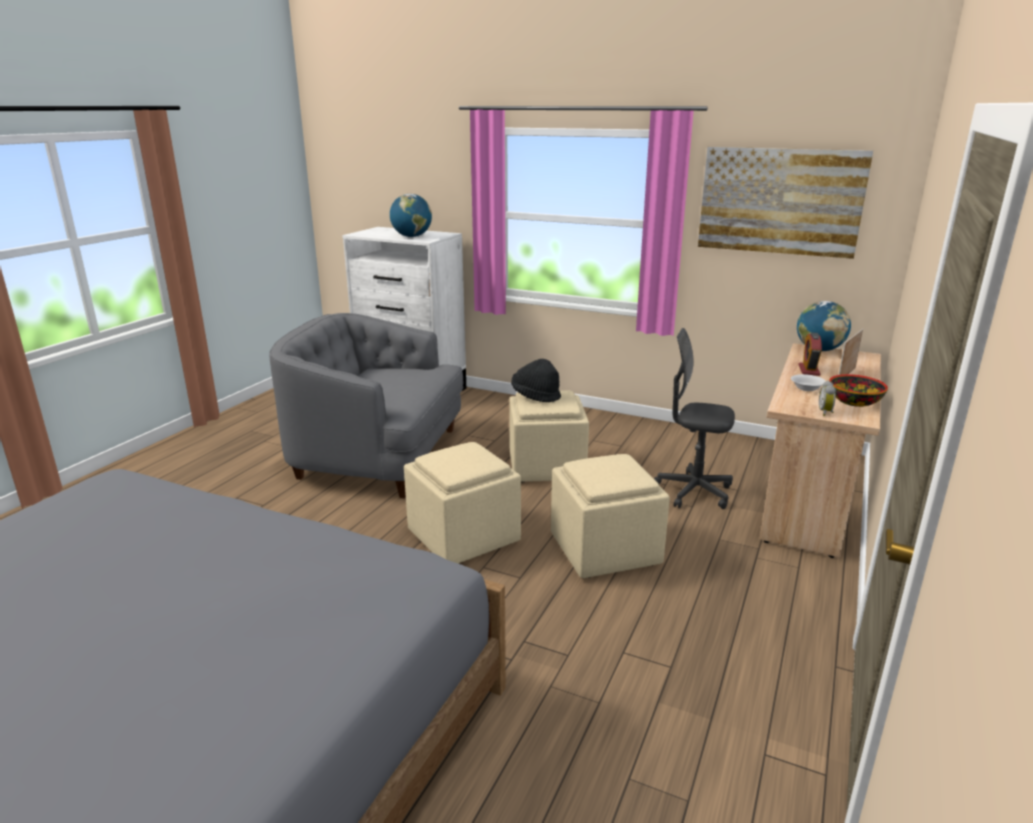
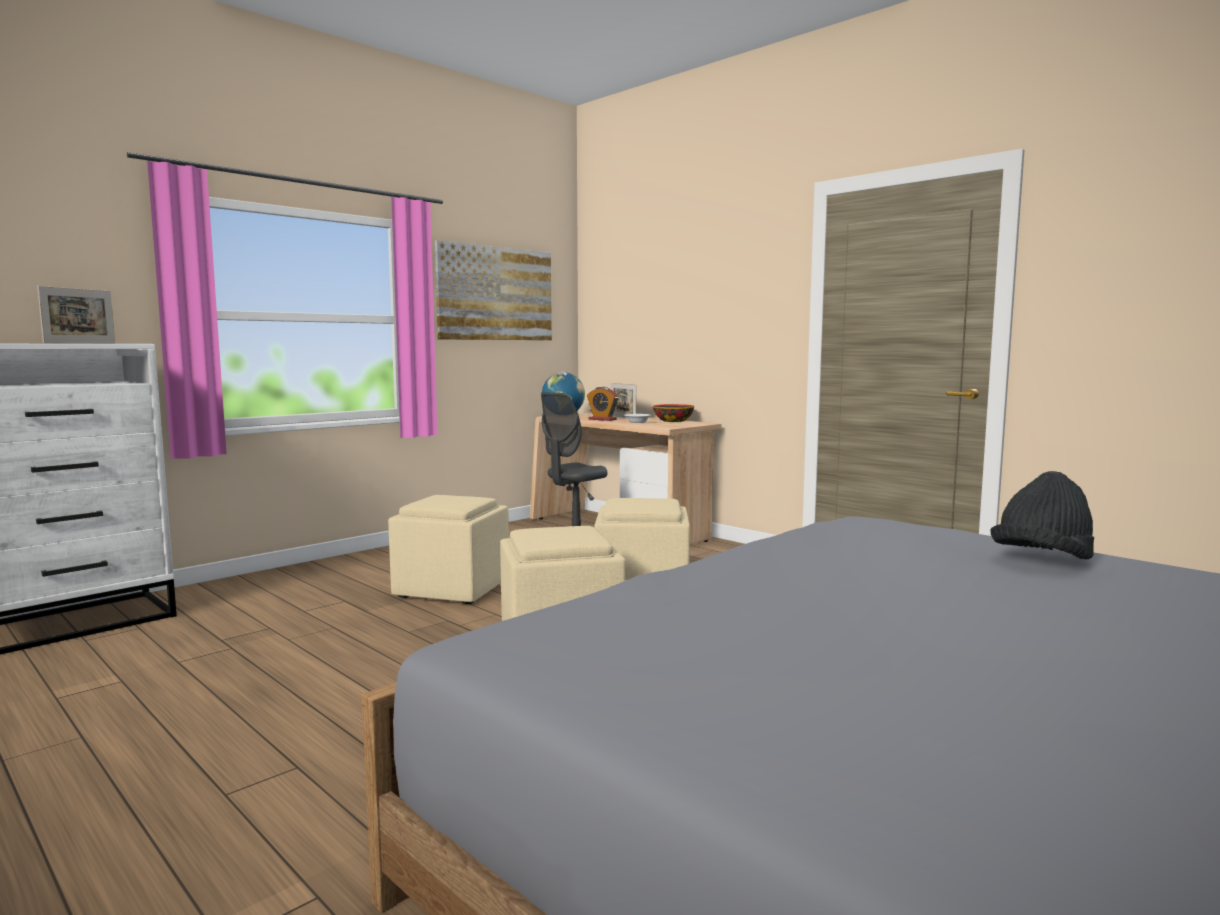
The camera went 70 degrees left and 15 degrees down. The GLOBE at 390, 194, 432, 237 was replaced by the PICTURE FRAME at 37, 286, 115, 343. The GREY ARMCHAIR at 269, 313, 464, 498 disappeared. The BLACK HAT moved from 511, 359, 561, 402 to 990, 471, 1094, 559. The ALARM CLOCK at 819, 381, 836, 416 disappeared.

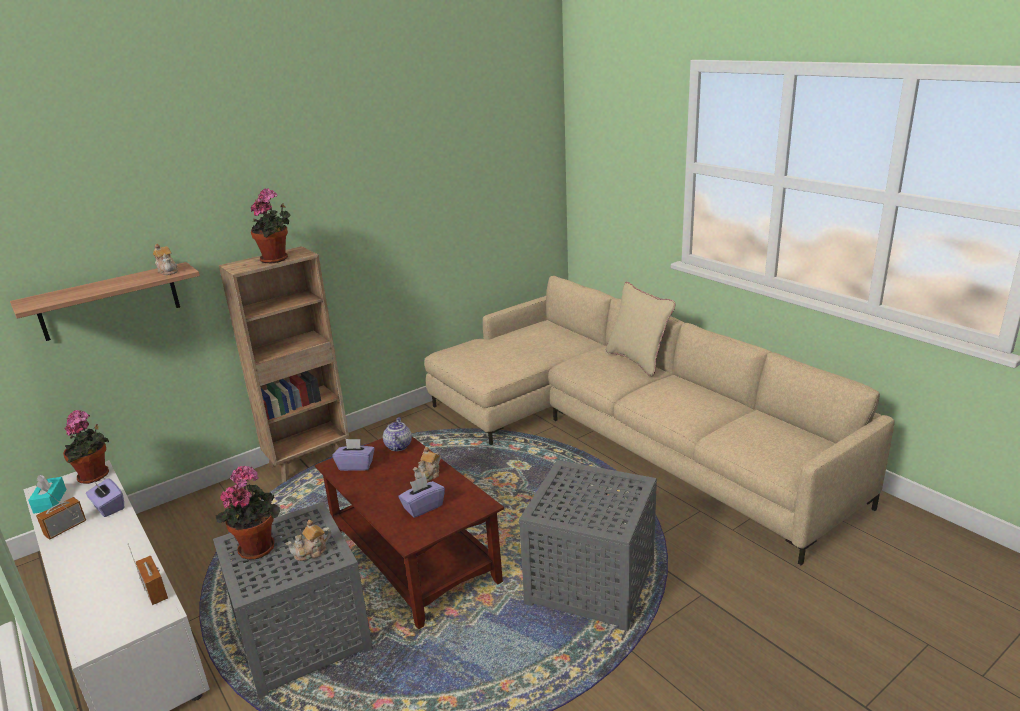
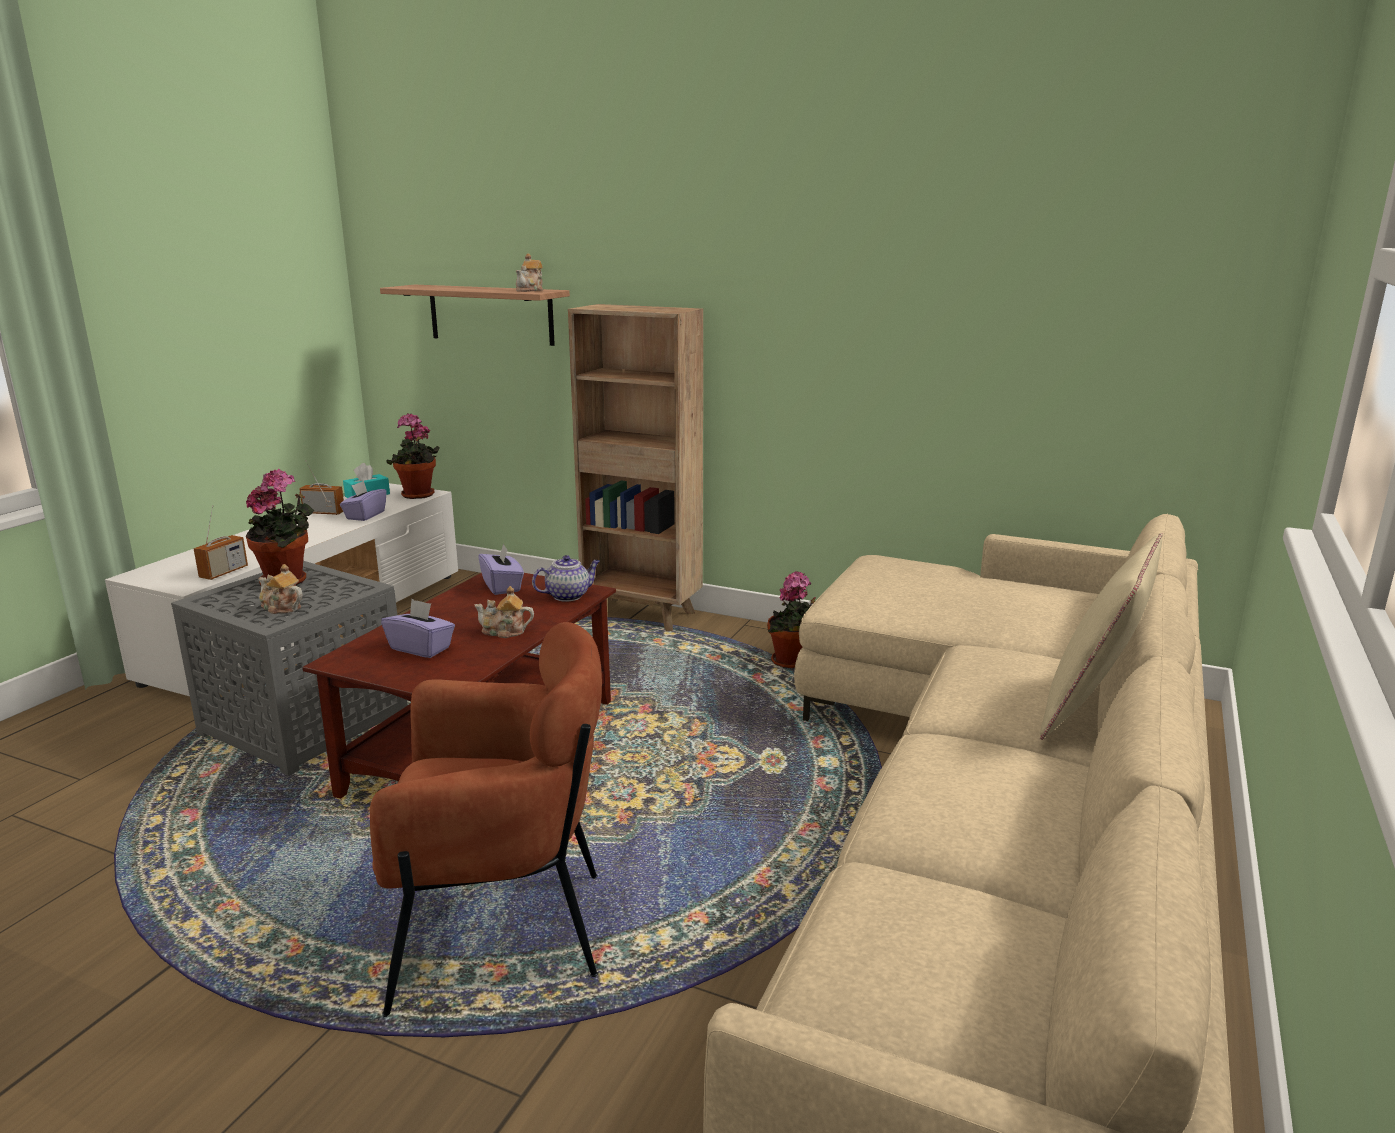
The camera went 60 degrees right and 5 degrees down. The POTTED PLANT moved from 251, 188, 291, 263 to 767, 571, 816, 668. The GREY SIDE TABLE at 519, 460, 657, 631 was replaced by the BROWN ARMCHAIR at 370, 622, 602, 1017.

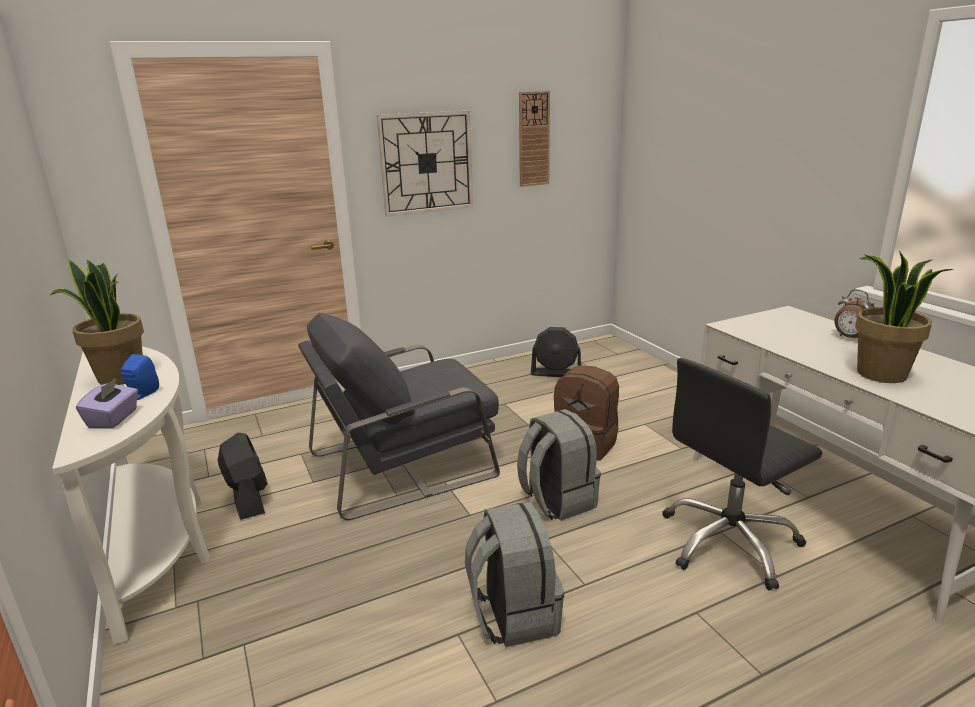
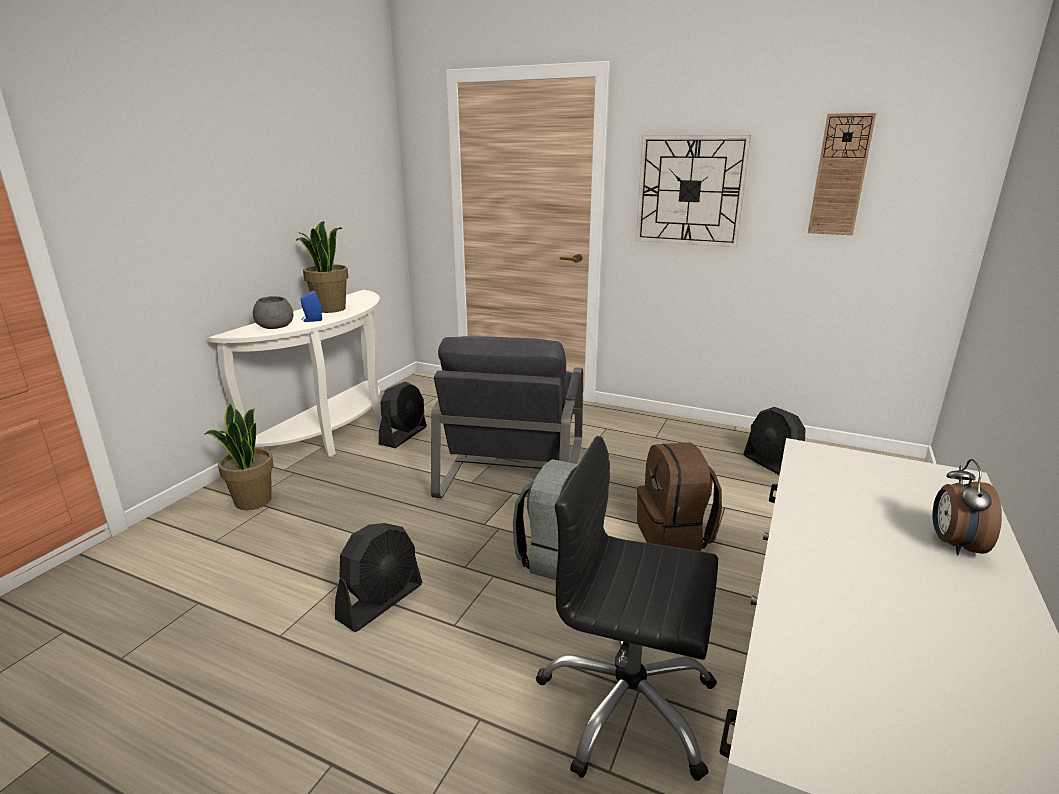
The camera went 50 degrees right and 0 degrees up. The POTTED PLANT moved from 855, 251, 954, 383 to 204, 403, 274, 510. The GREY ARMCHAIR at 298, 313, 500, 520 turned 105 degrees counterclockwise. The PURPLE TISSUE BOX at 76, 377, 138, 429 was replaced by the GREY BOWL at 253, 296, 293, 329. The GREY BACKPACK at 465, 502, 564, 647 was replaced by the BLACK FAN at 335, 523, 422, 632.

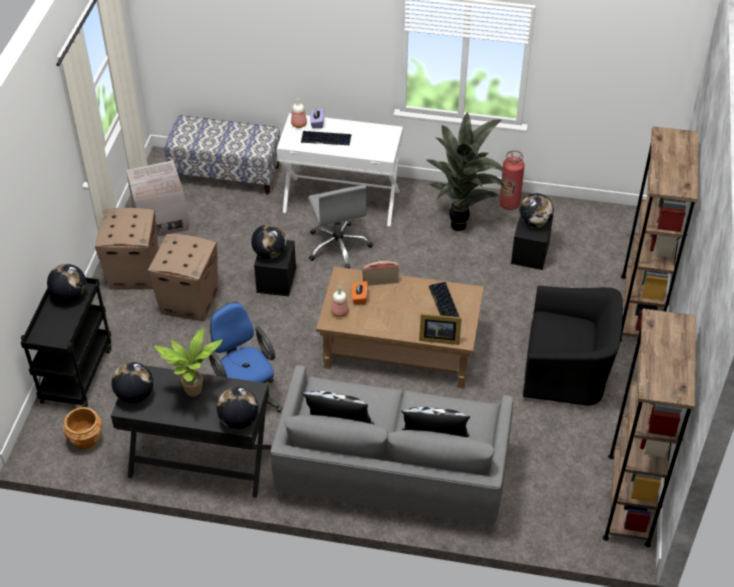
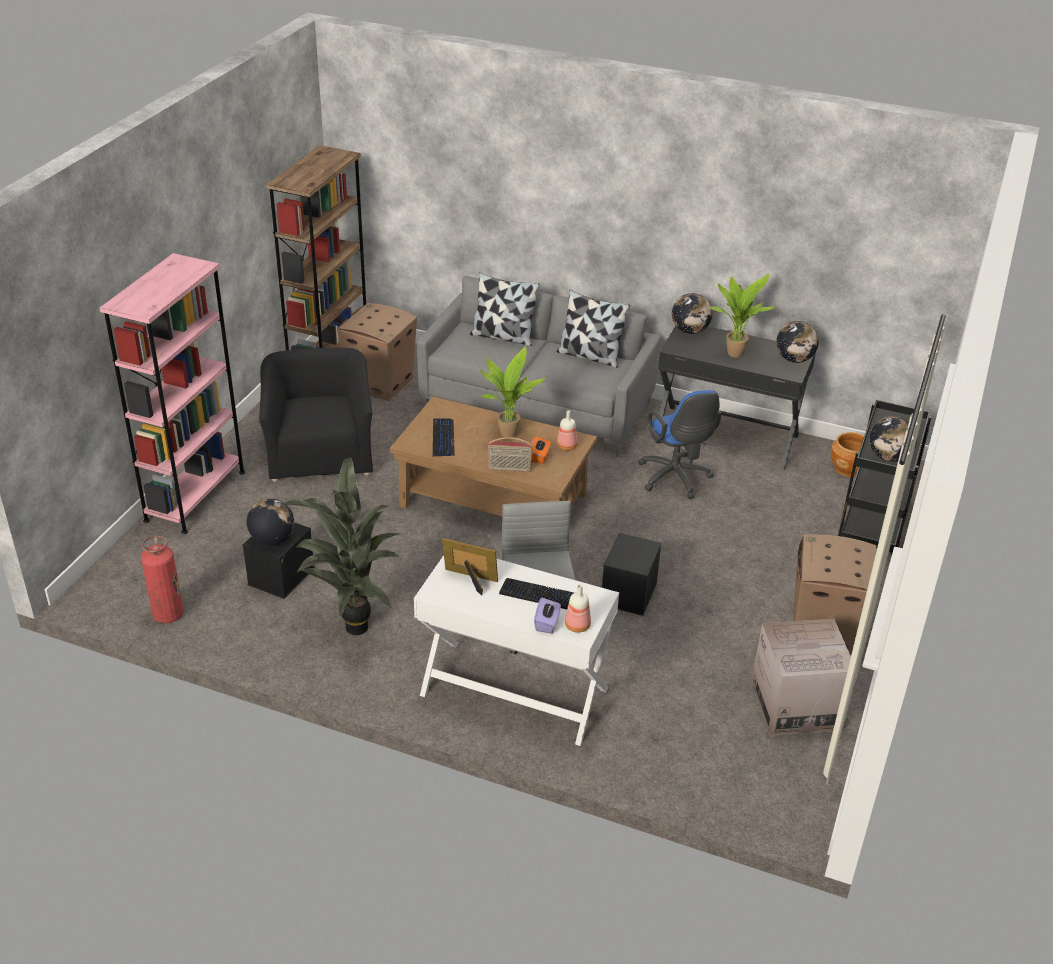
The camera went 170 degrees left and 10 degrees down. The BENCH at 164, 115, 280, 195 disappeared. The BROWN BOOKCASE at 620, 126, 698, 342 became the PINK BOOKCASE at 100, 253, 245, 534. The FIRE EXTINGUISHER moved from 499, 150, 525, 210 to 141, 536, 184, 623. The GLOBE at 251, 224, 286, 259 disappeared. The CARDBOARD BOX moved from 147, 234, 218, 322 to 337, 303, 417, 401. The BLACK ARMCHAIR at 523, 286, 623, 408 turned 60 degrees clockwise. The PICTURE FRAME moved from 419, 314, 462, 345 to 442, 538, 498, 595. The POTTED PLANT at 480, 347, 546, 437 appeared.

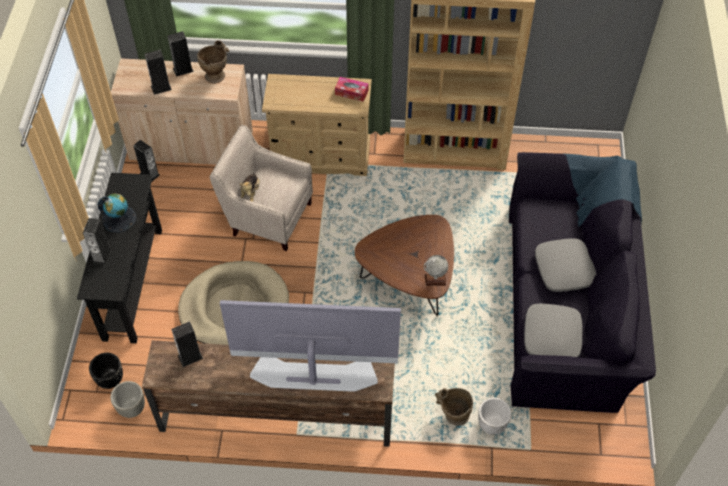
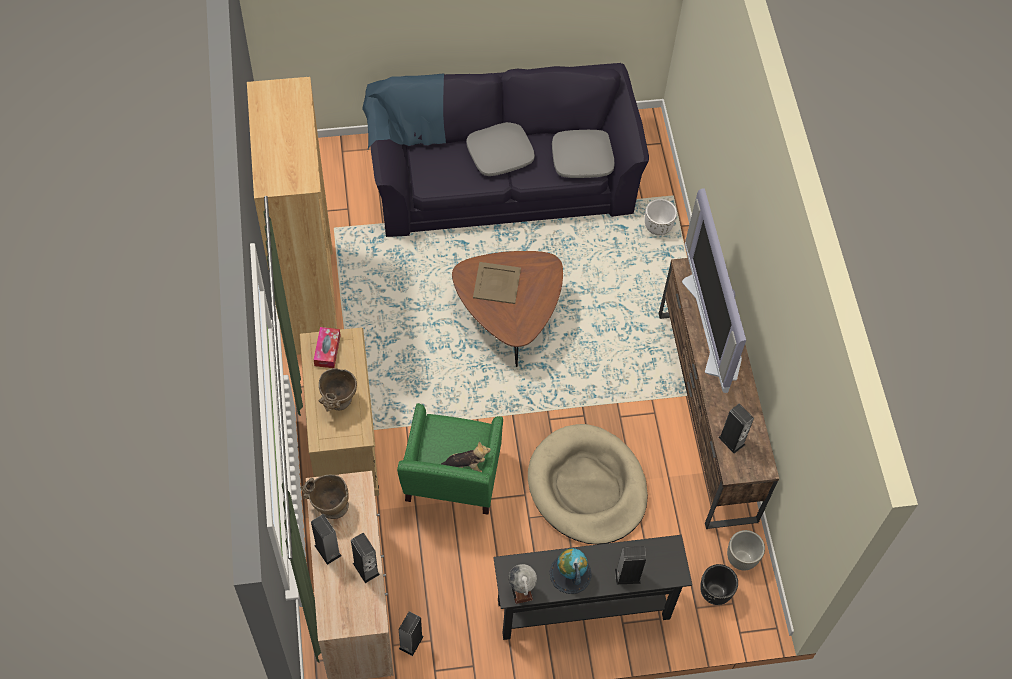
The camera went 105 degrees left and 5 degrees up. The BEIGE ARMCHAIR at 210, 125, 313, 251 became the GREEN ARMCHAIR at 397, 403, 503, 515. The GLOBE moved from 424, 255, 448, 286 to 508, 564, 537, 604. The BEIGE VASE moved from 435, 388, 473, 426 to 318, 368, 357, 412. The BEIGE TRAY at 473, 262, 521, 304 appeared.

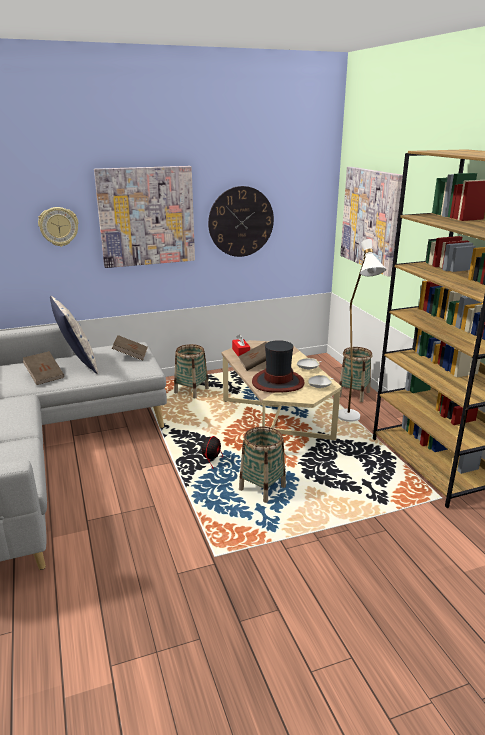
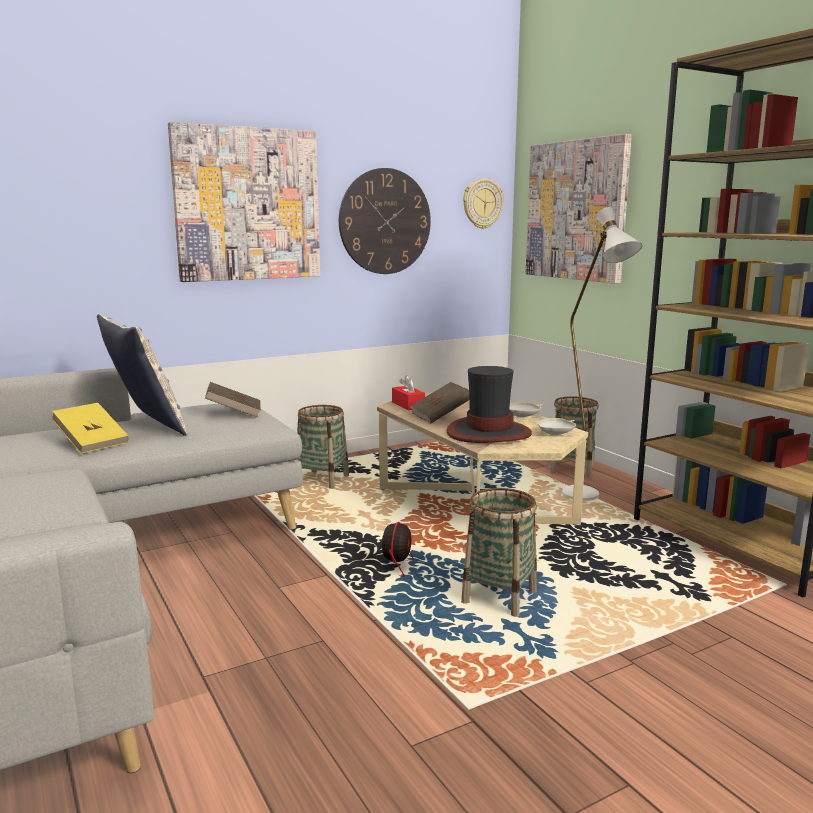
The camera went 10 degrees left and 10 degrees down. The WALL CLOCK moved from 38, 207, 79, 247 to 463, 179, 504, 229. The BROWN BOOK at 23, 351, 64, 385 became the YELLOW BOOK at 51, 403, 129, 454.

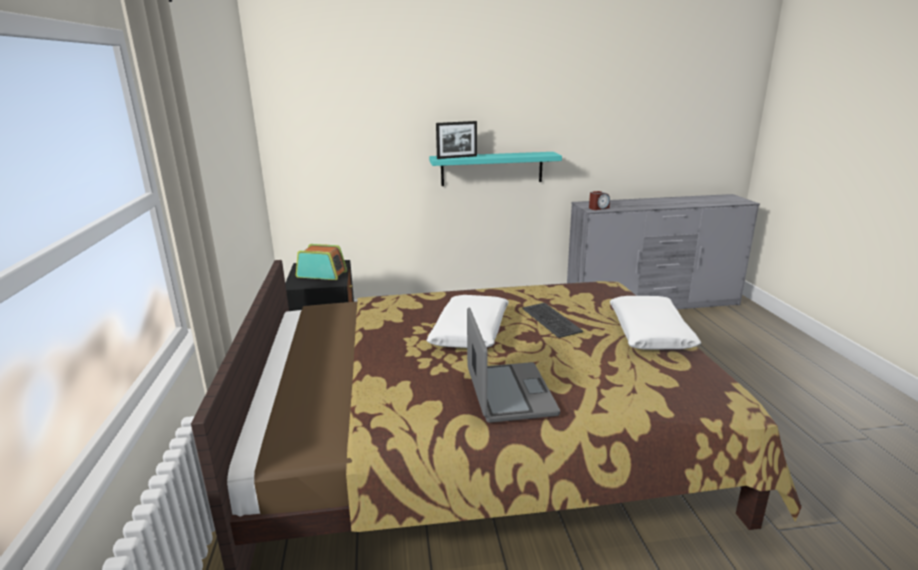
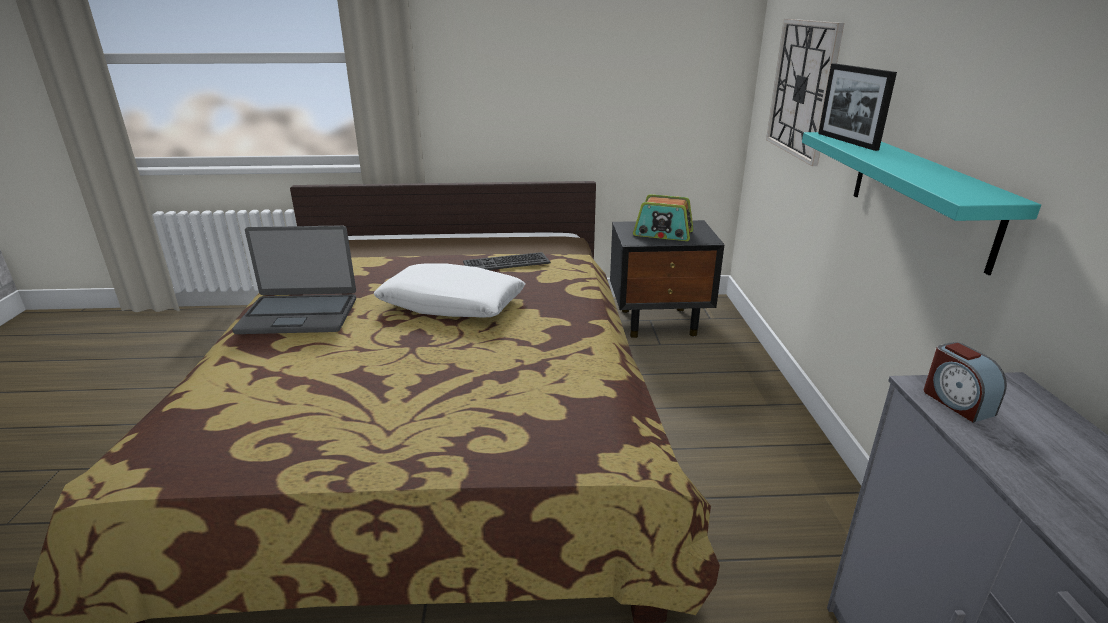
The camera went 95 degrees right and 5 degrees up. The RADIO at 296, 244, 347, 280 turned 90 degrees clockwise. The WHITE PILLOW at 610, 296, 701, 350 disappeared. The KEYBOARD moved from 522, 303, 583, 338 to 463, 252, 551, 270. The WALL CLOCK at 766, 19, 844, 166 appeared.

